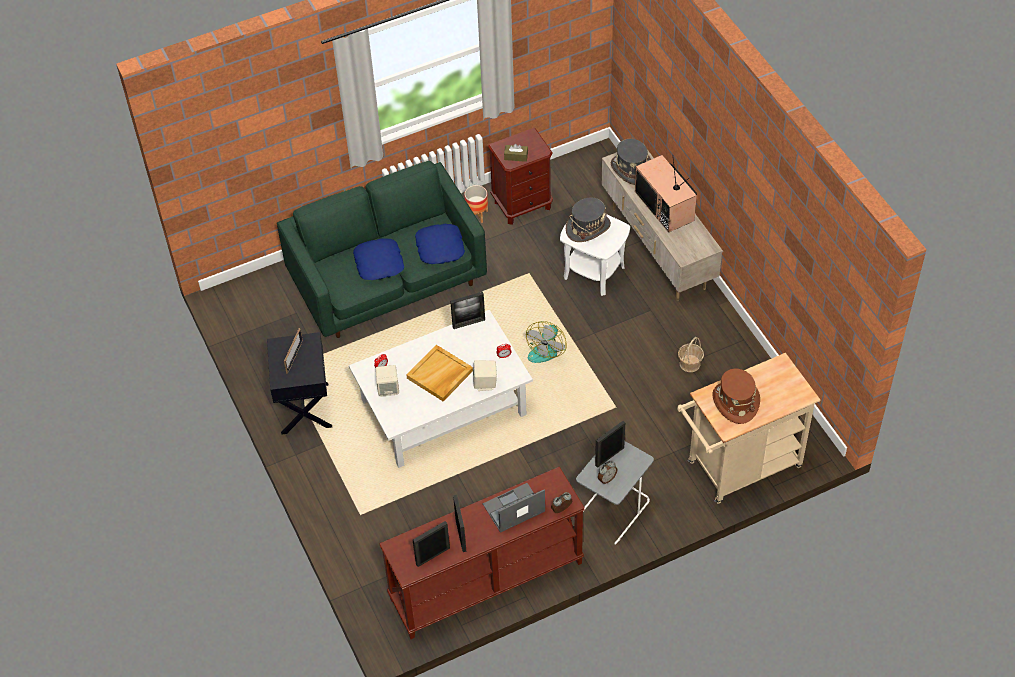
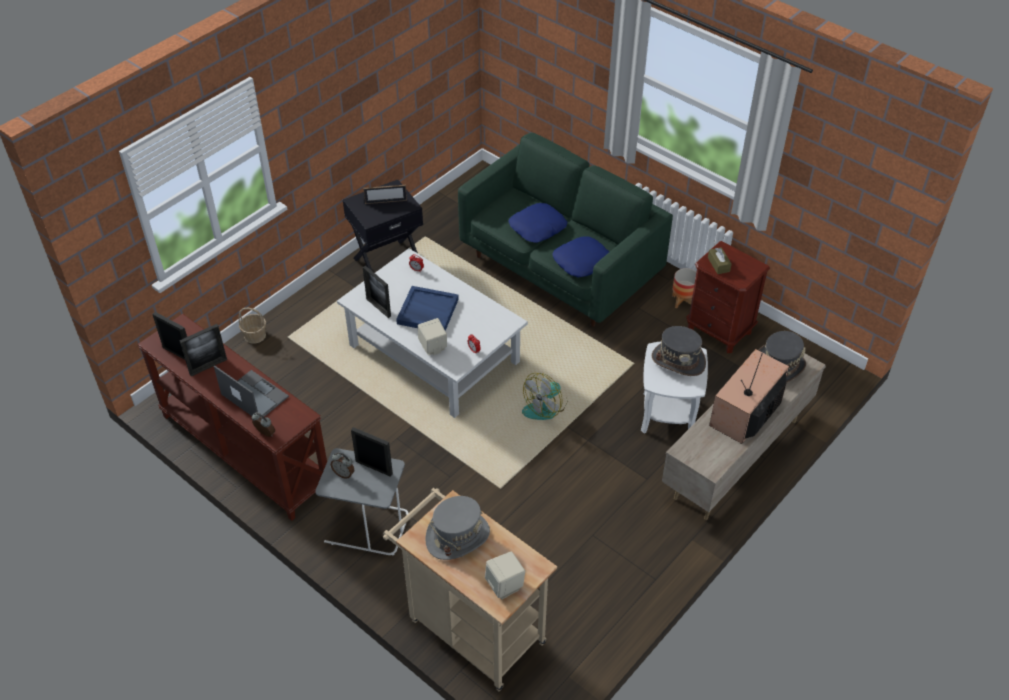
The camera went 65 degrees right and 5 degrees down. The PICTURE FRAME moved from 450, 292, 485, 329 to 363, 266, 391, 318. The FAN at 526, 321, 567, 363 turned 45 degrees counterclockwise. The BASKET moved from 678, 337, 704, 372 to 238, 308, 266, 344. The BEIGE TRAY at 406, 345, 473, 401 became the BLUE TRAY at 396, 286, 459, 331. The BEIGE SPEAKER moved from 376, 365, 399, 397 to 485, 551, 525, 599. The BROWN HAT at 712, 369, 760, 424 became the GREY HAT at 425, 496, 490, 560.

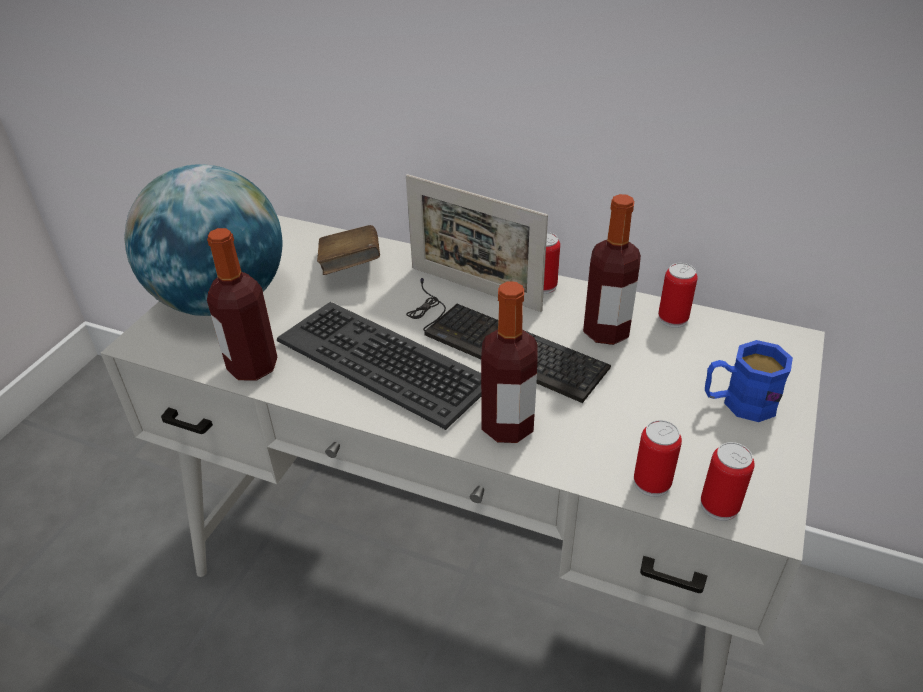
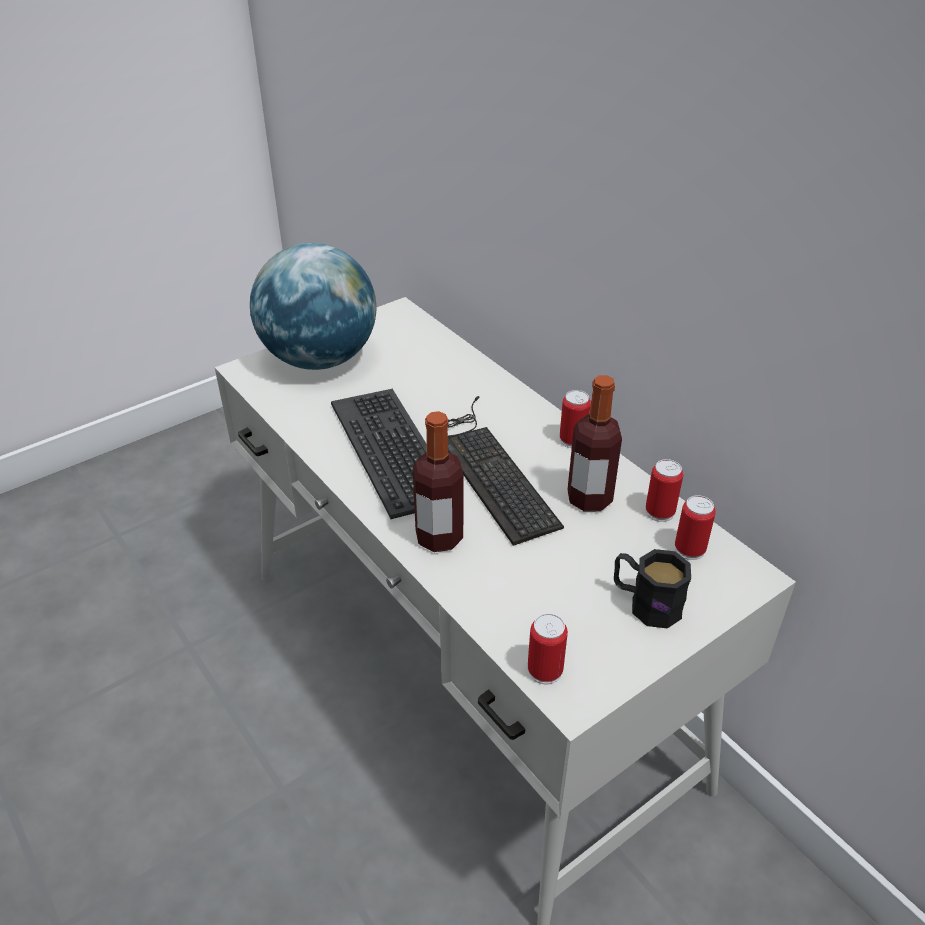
The camera went 30 degrees right and 0 degrees up. The PICTURE FRAME at 406, 174, 548, 312 disappeared. The BROWN BOOK at 317, 225, 380, 275 disappeared. The BOTTLE at 207, 228, 277, 380 disappeared. The BLUE MUG at 705, 340, 793, 422 became the BLACK MUG at 614, 549, 691, 629. The CAN moved from 634, 420, 682, 497 to 675, 495, 716, 560.

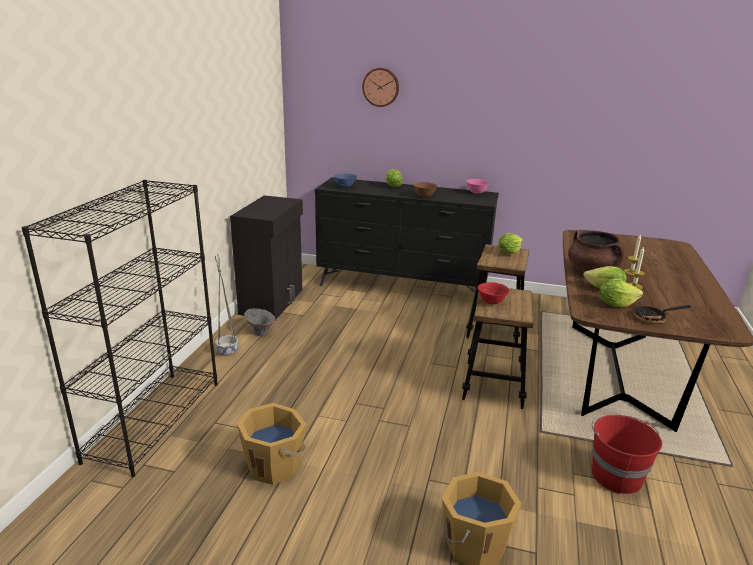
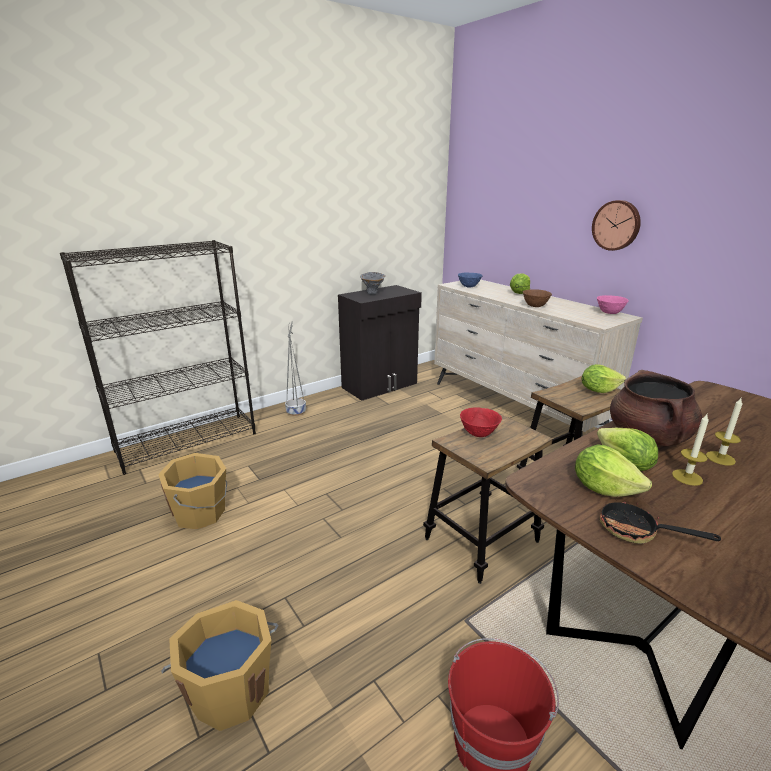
The camera went 40 degrees right and 0 degrees up. The WALL CLOCK moved from 362, 68, 399, 107 to 592, 200, 641, 251. The BLACK DRESSER at 315, 177, 499, 293 became the BEIGE DRESSER at 434, 279, 643, 436. The GREY VASE moved from 244, 308, 275, 336 to 360, 272, 385, 294.

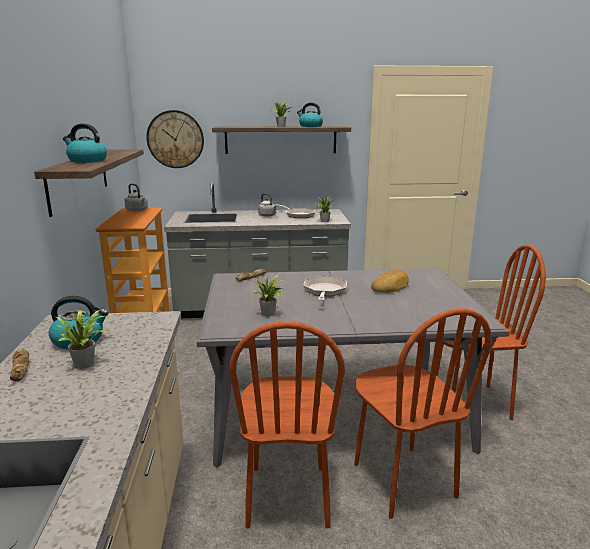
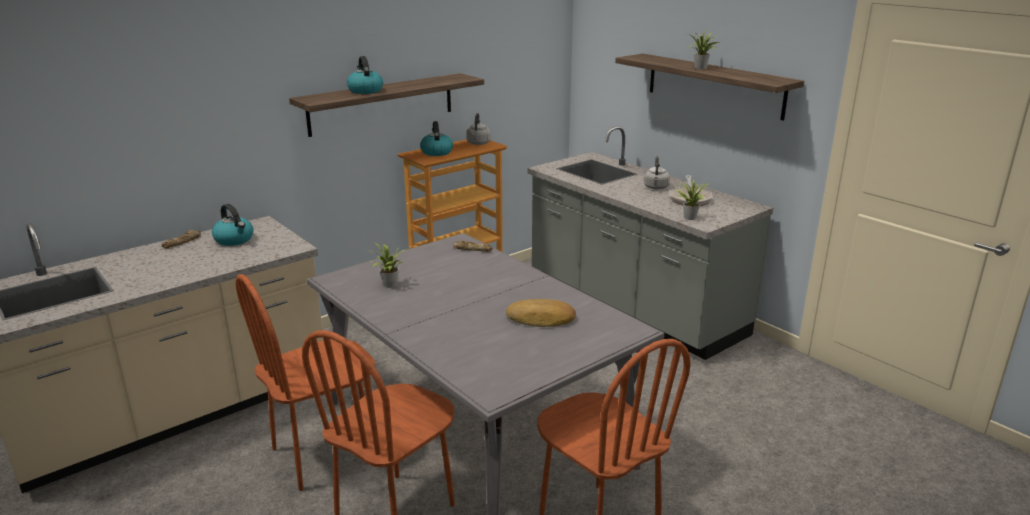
The camera went 55 degrees right and 5 degrees up. The KETTLE moved from 297, 103, 323, 127 to 420, 121, 453, 156. The WALL CLOCK at 146, 110, 204, 168 disappeared. The FRYING PAN at 303, 276, 347, 301 disappeared. The POTTED PLANT at 56, 309, 105, 369 disappeared.

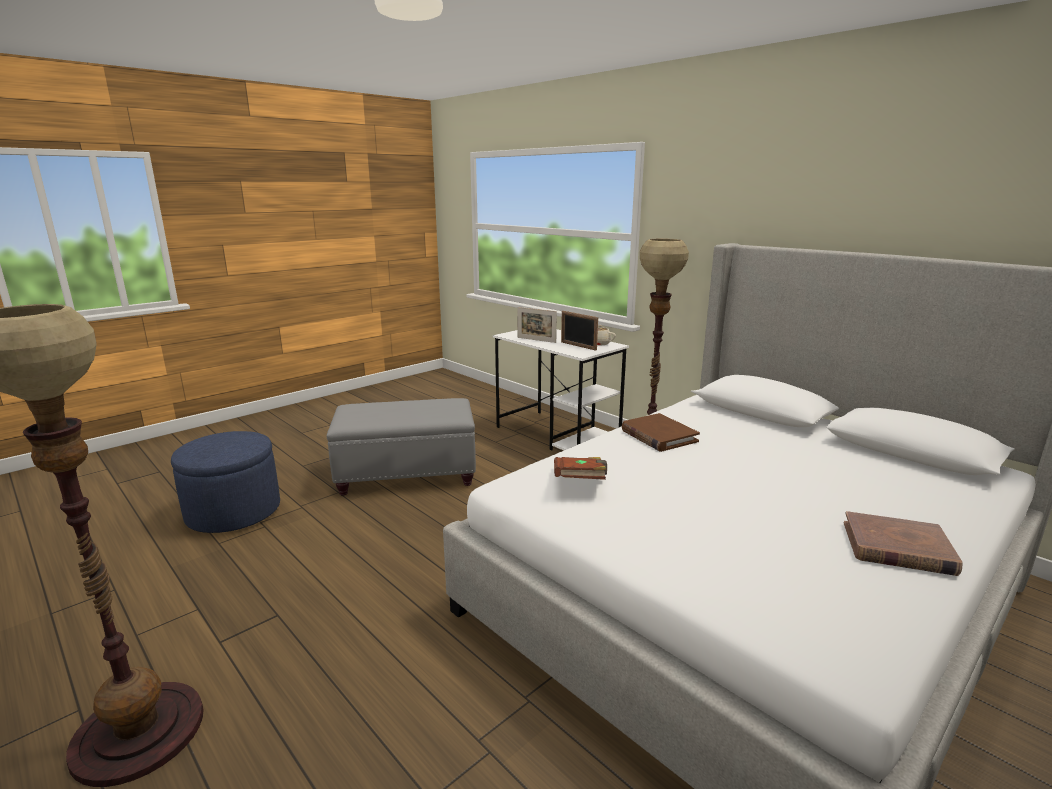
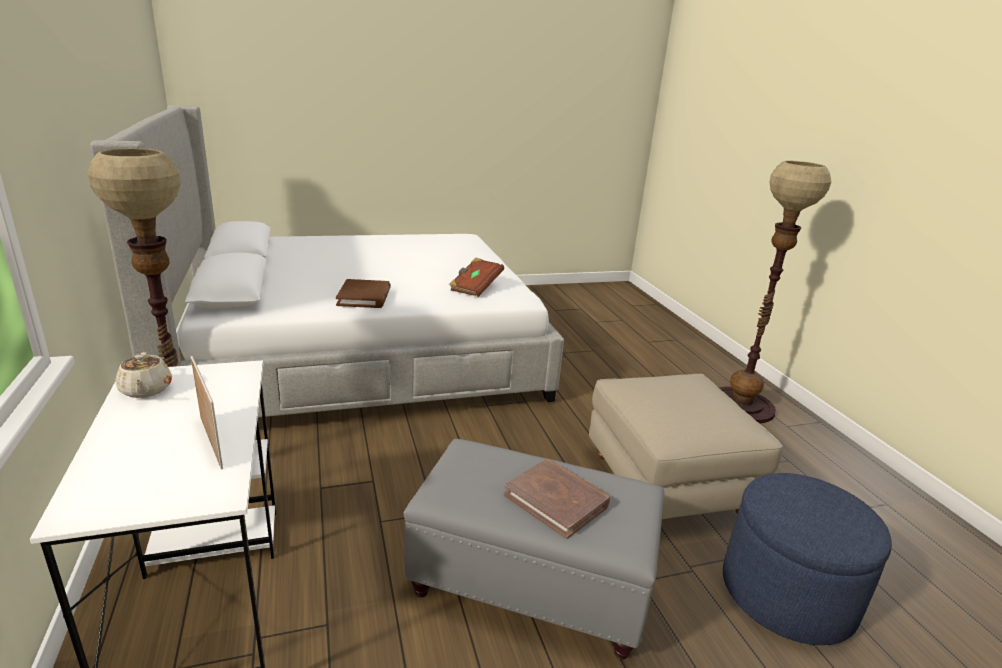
The camera went 155 degrees left and 5 degrees up. The PICTURE FRAME at 561, 311, 598, 351 disappeared. The BROWN BOOK moved from 844, 511, 962, 576 to 504, 459, 610, 539. The BEIGE OTTOMAN at 589, 374, 783, 519 appeared.

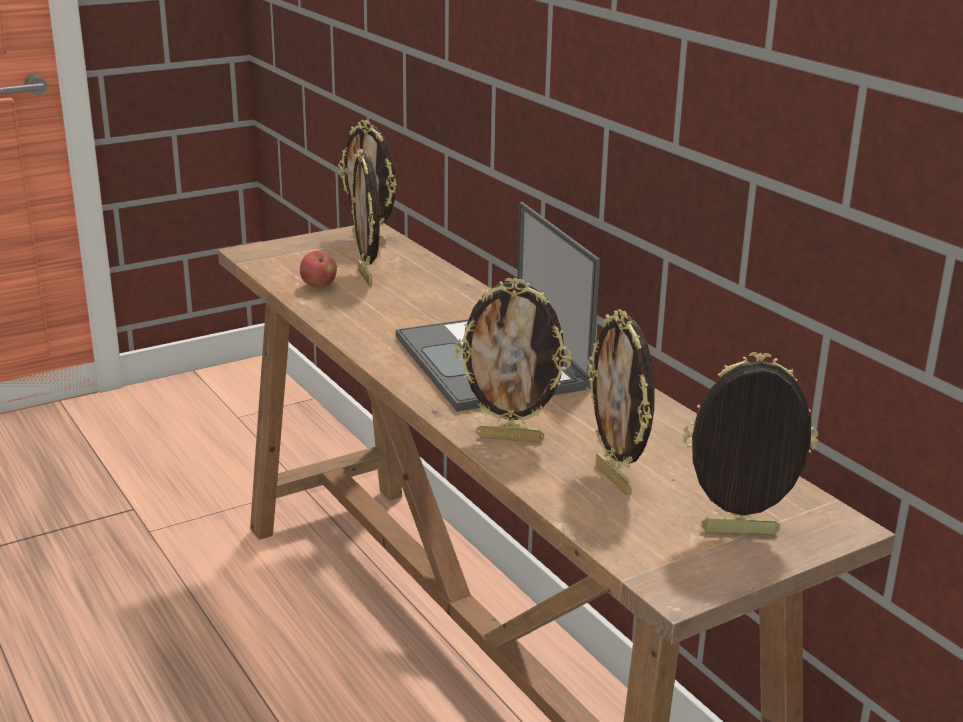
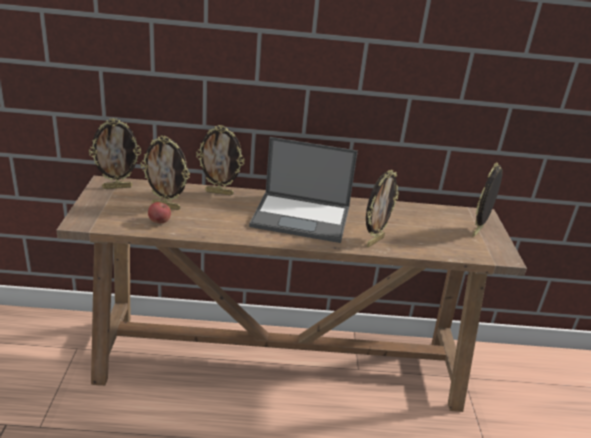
The camera went 60 degrees left and 5 degrees up. The PICTURE FRAME moved from 587, 309, 655, 495 to 196, 125, 244, 196.

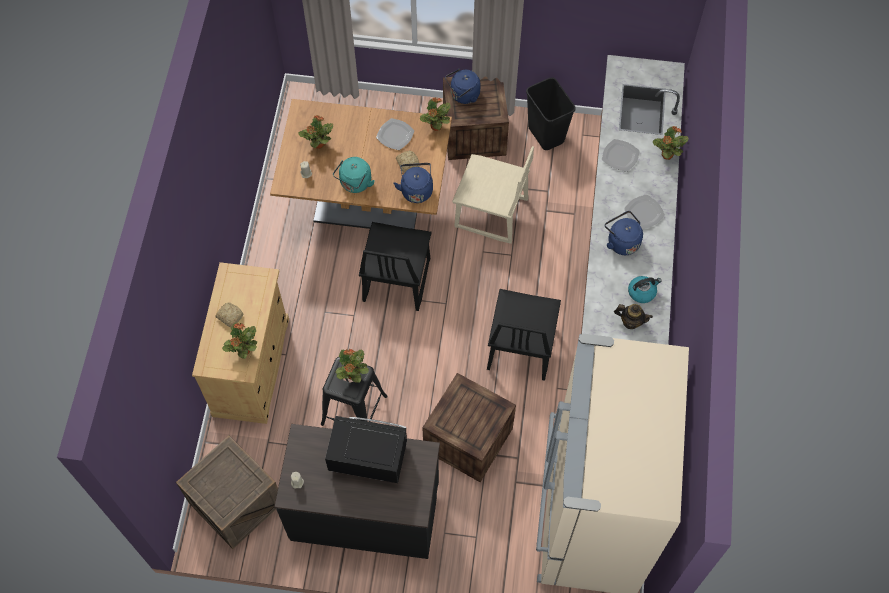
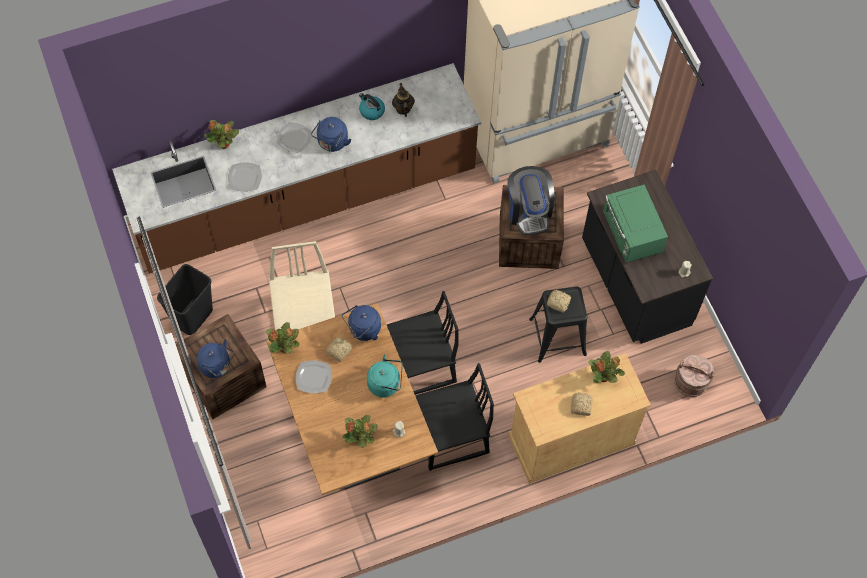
The camera went 120 degrees left and 0 degrees up. The BLACK CHAIR moved from 487, 289, 561, 381 to 416, 363, 494, 471. The POTTED PLANT at 335, 349, 369, 383 was replaced by the BREAD at 547, 290, 571, 313. The BLACK MICROWAVE at 325, 416, 407, 483 became the GREEN MICROWAVE at 603, 184, 668, 262. The CRATE at 176, 435, 278, 549 was replaced by the BROWN BUCKET at 674, 355, 715, 397. The COFFEE MACHINE at 507, 166, 555, 235 appeared.

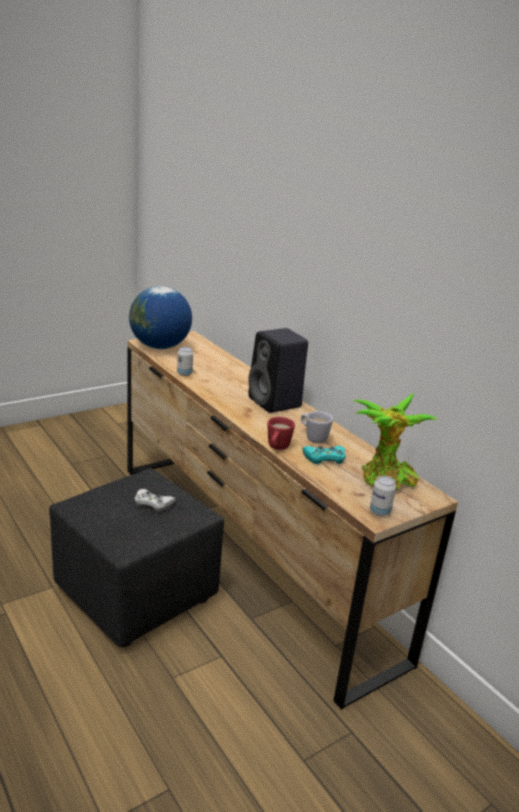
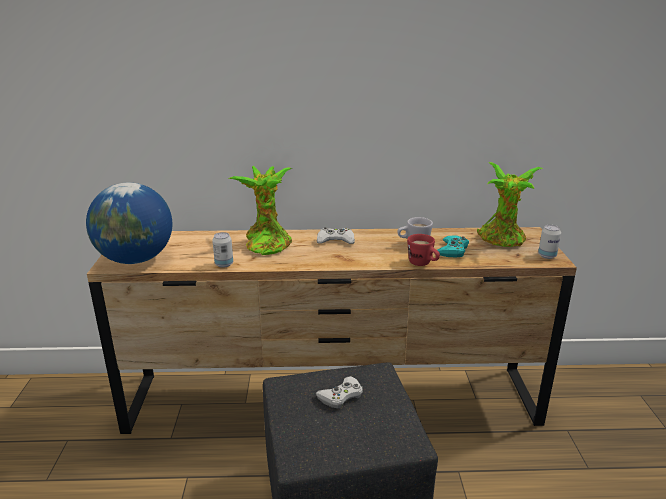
The camera went 55 degrees left and 0 degrees up. The BLACK SPEAKER at 248, 328, 308, 413 was replaced by the WHITE GAME CONTROLLER at 317, 227, 355, 244. The POTTED PLANT at 228, 165, 292, 255 appeared.

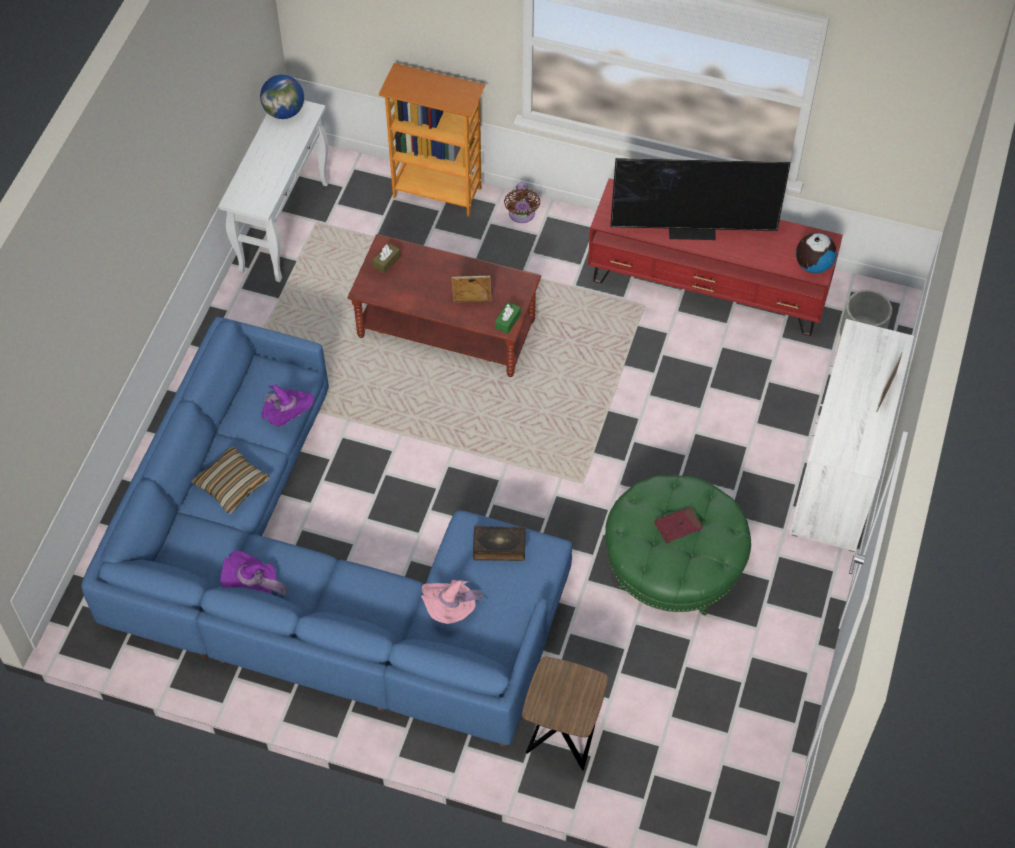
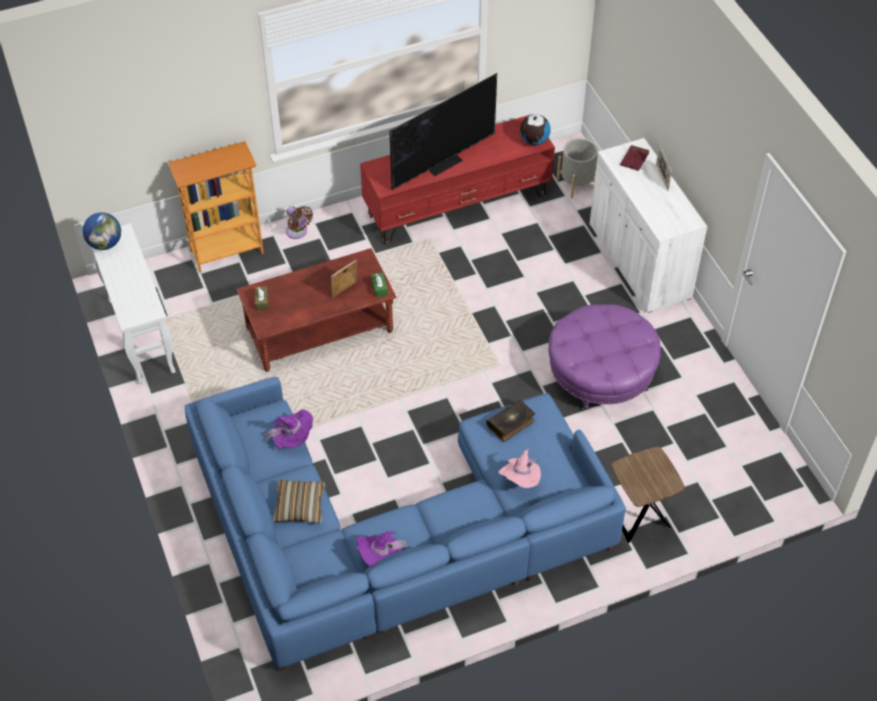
The camera went 40 degrees left and 5 degrees down. The GREEN OTTOMAN at 605, 475, 751, 615 became the PURPLE OTTOMAN at 548, 304, 661, 410. The RED BOOK moved from 654, 507, 703, 543 to 620, 145, 650, 171.

